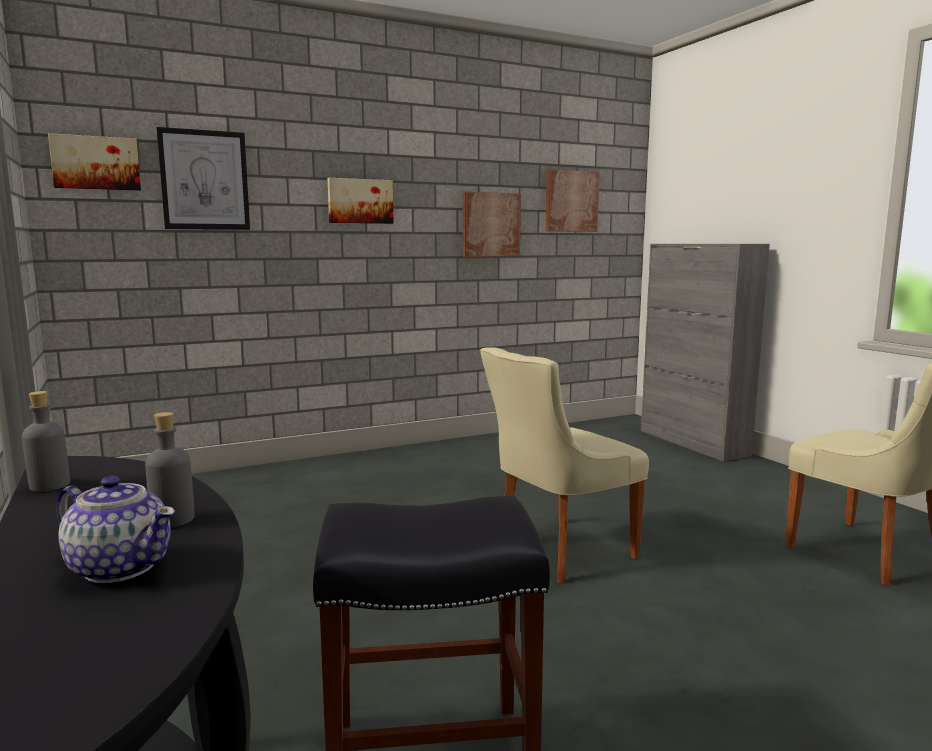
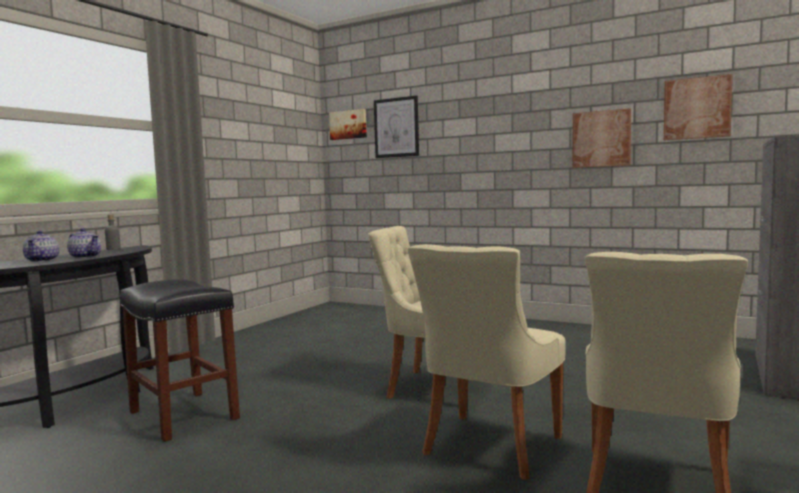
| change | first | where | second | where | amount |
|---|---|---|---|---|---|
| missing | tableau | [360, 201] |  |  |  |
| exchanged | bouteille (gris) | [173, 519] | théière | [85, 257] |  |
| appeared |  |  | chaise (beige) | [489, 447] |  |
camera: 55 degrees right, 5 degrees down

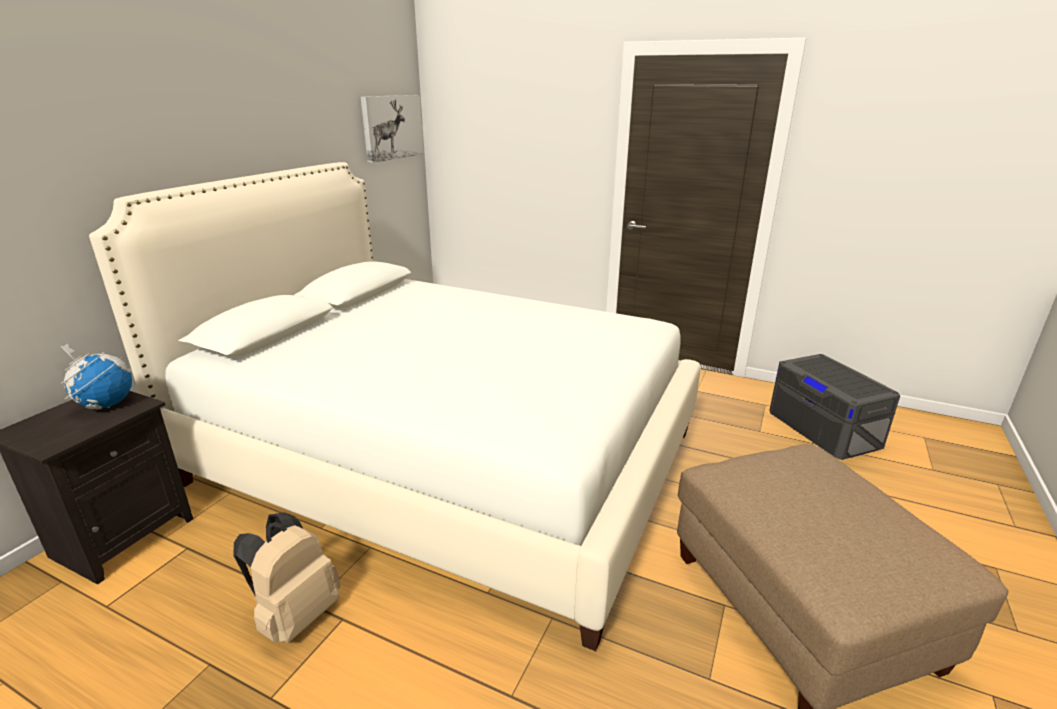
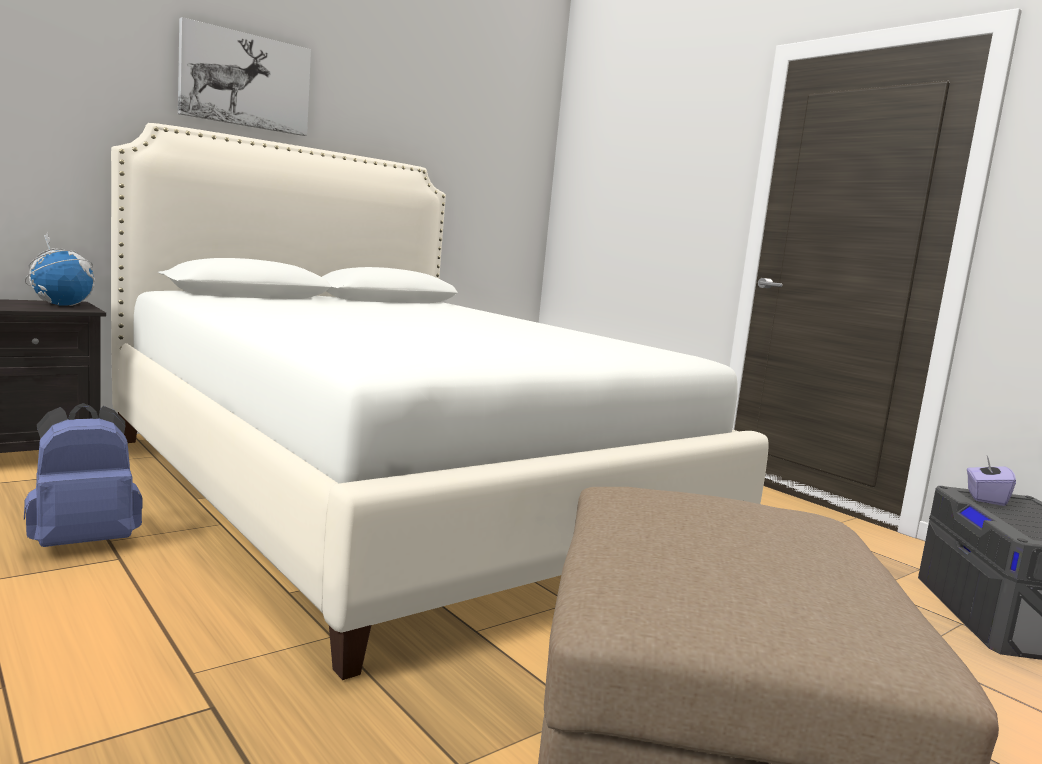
| change | first | where | second | where | amount |
|---|---|---|---|---|---|
| relocated | tableau | [392, 127] |  | [245, 80] |  |
| colour | sac à dos (beige) | [296, 615] | sac à dos (bleu) | [84, 542] |  |
| appeared |  |  | boîte à mouchoirs (violet) | [985, 498] |  |
camera: 25 degrees right, 15 degrees down

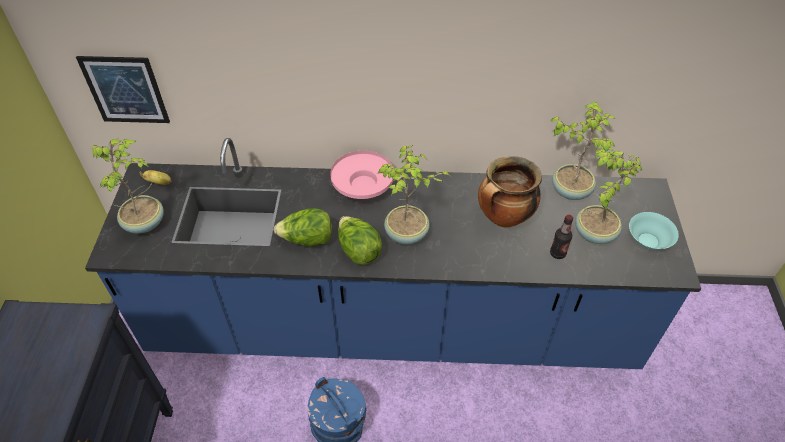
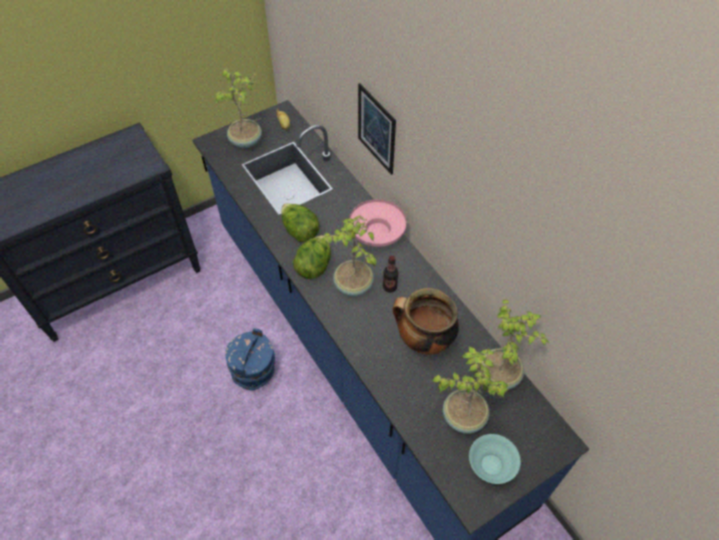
| change | first | where | second | where | amount |
|---|---|---|---|---|---|
| relocated | tableau | [125, 90] |  | [376, 129] |  |
| relocated | bouteille | [557, 253] |  | [389, 287] |  |
camera: 55 degrees right, 5 degrees up

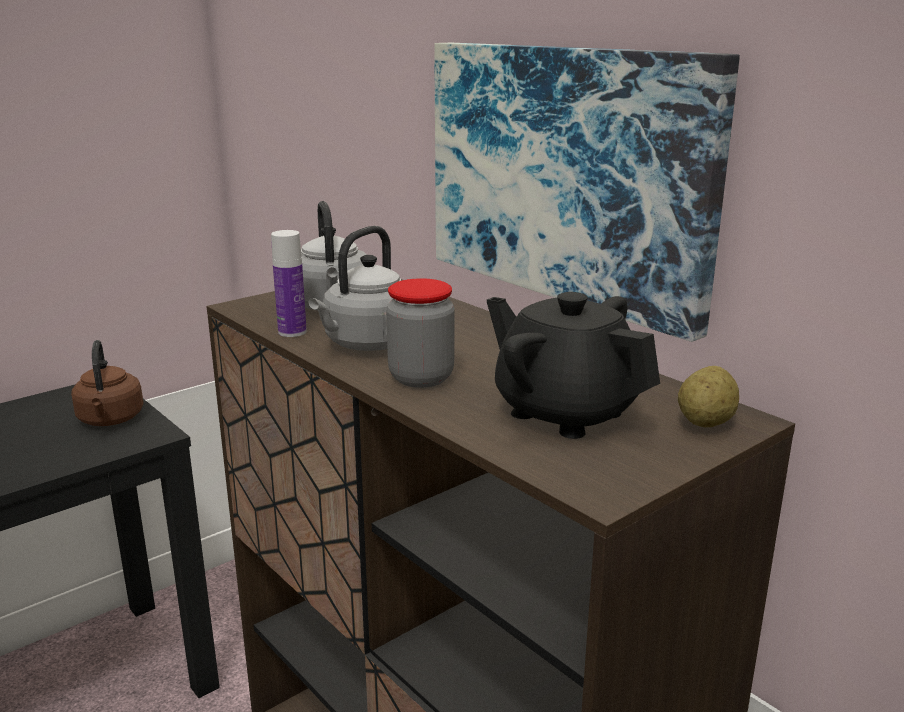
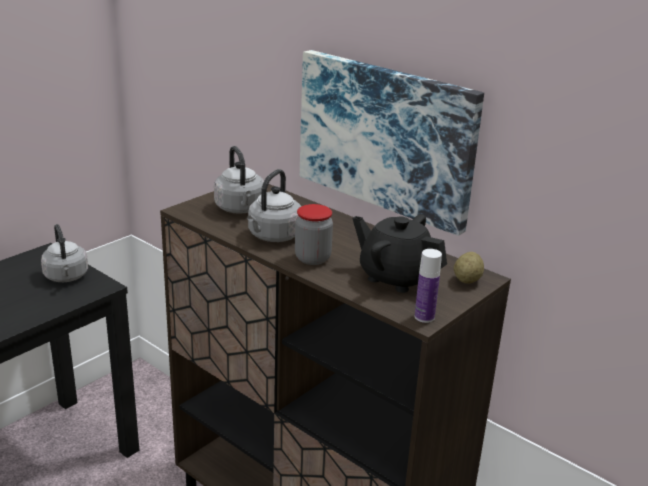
| change | first | where | second | where | amount |
|---|---|---|---|---|---|
| relocated | bouteille | [292, 332] |  | [424, 317] |  |
| colour | bouilloire (marron) | [110, 420] | bouilloire (gris) | [66, 277] |  |
camera: 10 degrees left, 5 degrees up

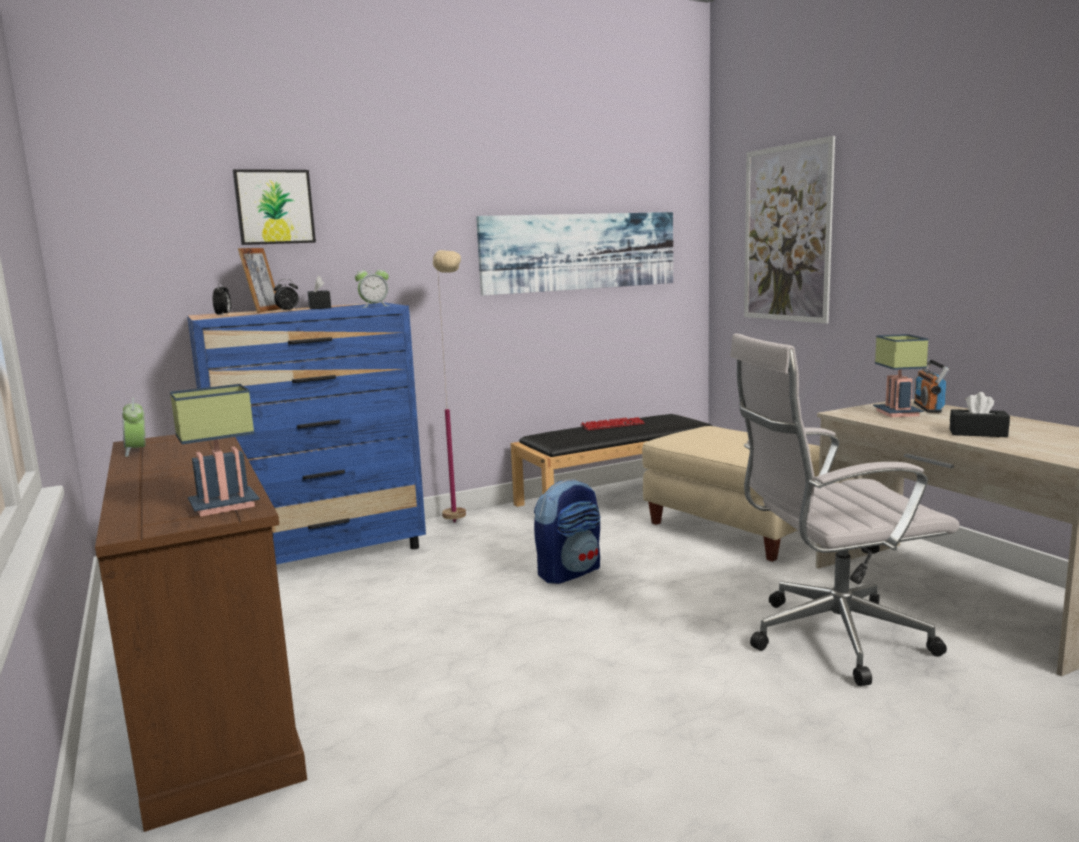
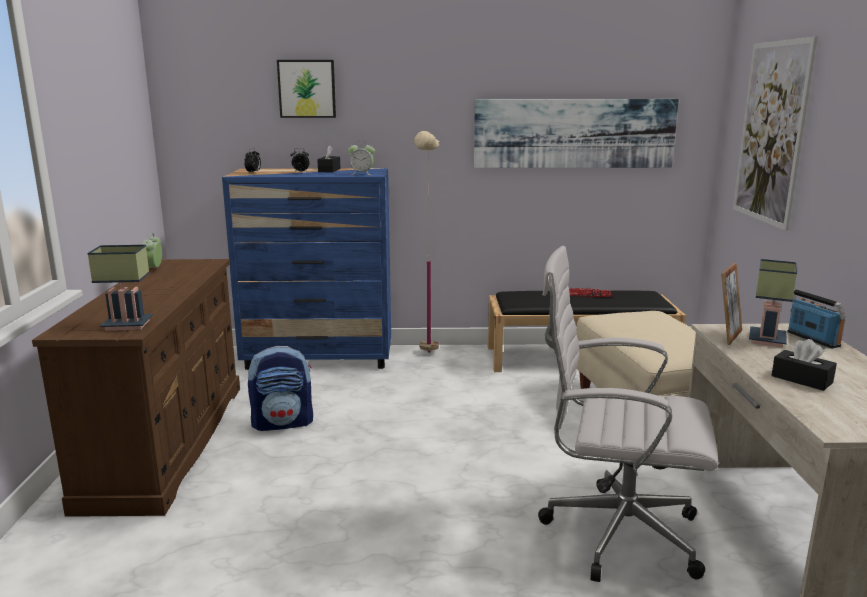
| change | first | where | second | where | amount |
|---|---|---|---|---|---|
| relocated | cadre photo | [264, 311] |  | [727, 336] |  |
| spun | radio | [928, 407] |  | [812, 339] | 120 degrees clockwise |
| relocated | sac à dos | [569, 572] |  | [283, 423] |  |
camera: 25 degrees right, 5 degrees up

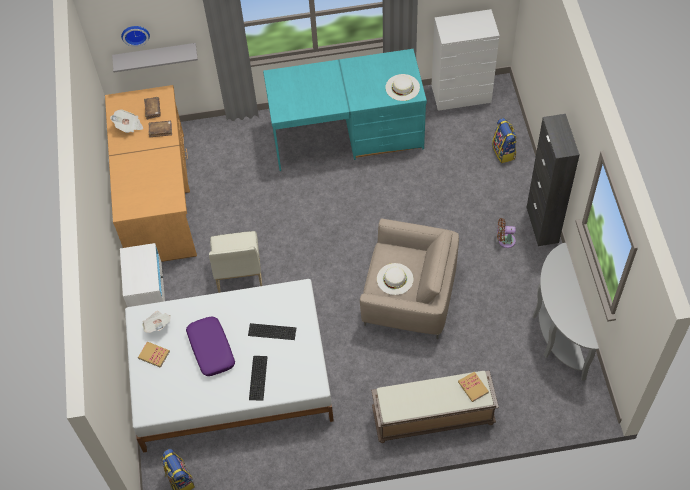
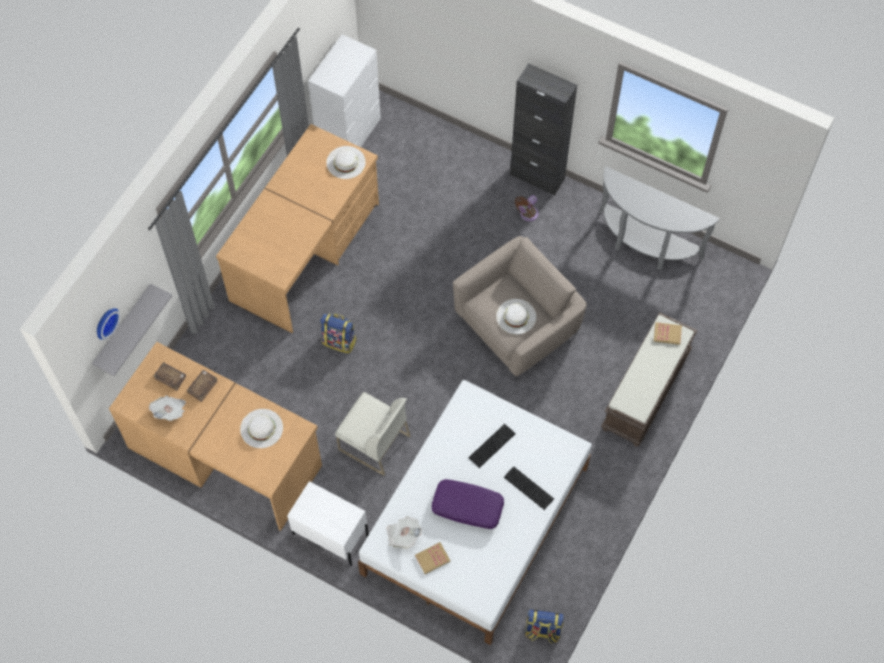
| change | first | where | second | where | amount |
|---|---|---|---|---|---|
| colour | bureau (turquoise) | [347, 136] | bureau (marron) | [306, 252] |  |
| relocated | sac à dos | [504, 152] |  | [340, 341] |  |
| appeared |  |  | chapeau (blanc) | [261, 428] |  |
camera: 55 degrees left, 5 degrees up

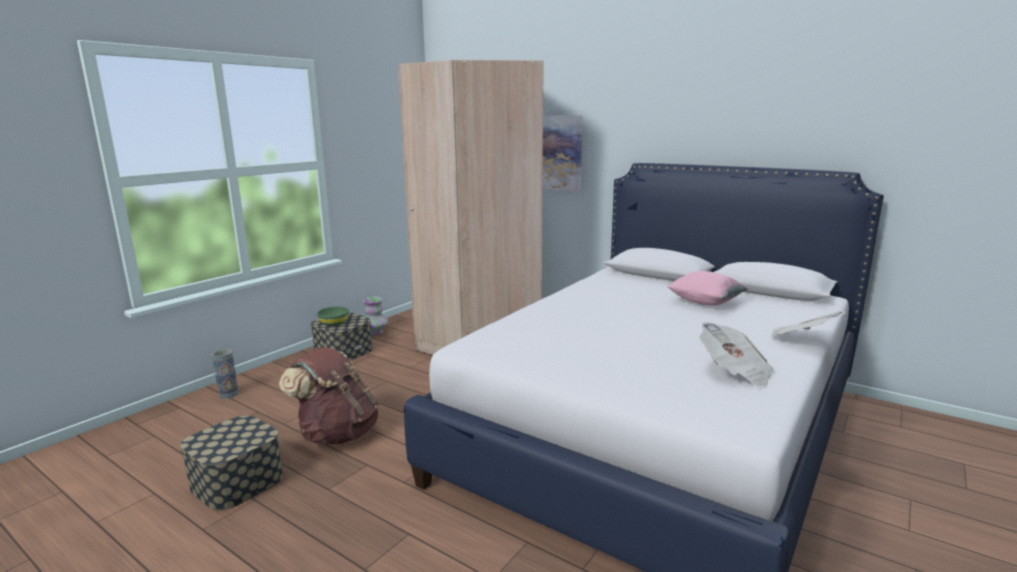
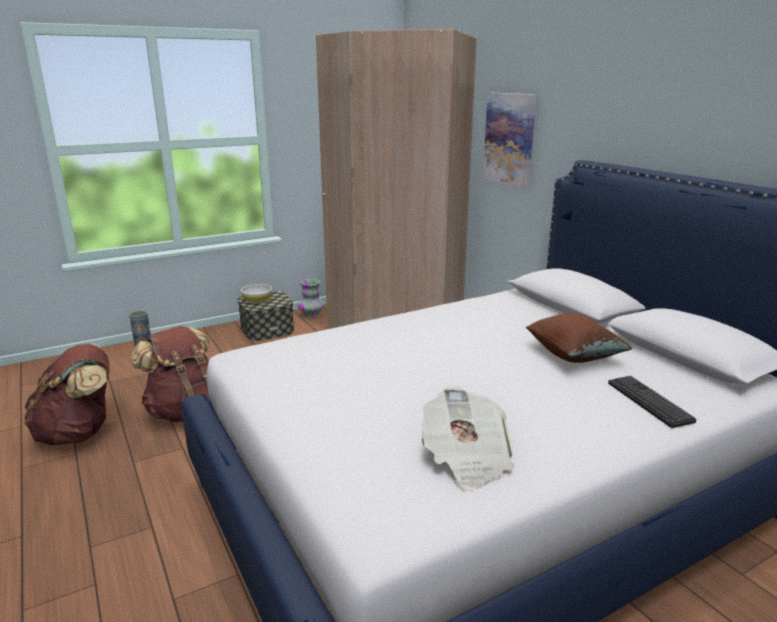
| change | first | where | second | where | amount |
|---|---|---|---|---|---|
| colour | coussin (rose) | [705, 302] | coussin (marron) | [573, 356] |  |
| colour | bol (vert) | [334, 323] | bol (blanc) | [257, 301] |  |
| missing | journal | [801, 340] |  |  |  |
| exchanged | boîte de rangement | [237, 481] | sac à dos (marron) | [79, 433] |  |
| appeared |  |  | clavier | [649, 401] |  |
camera: 25 degrees right, 5 degrees up

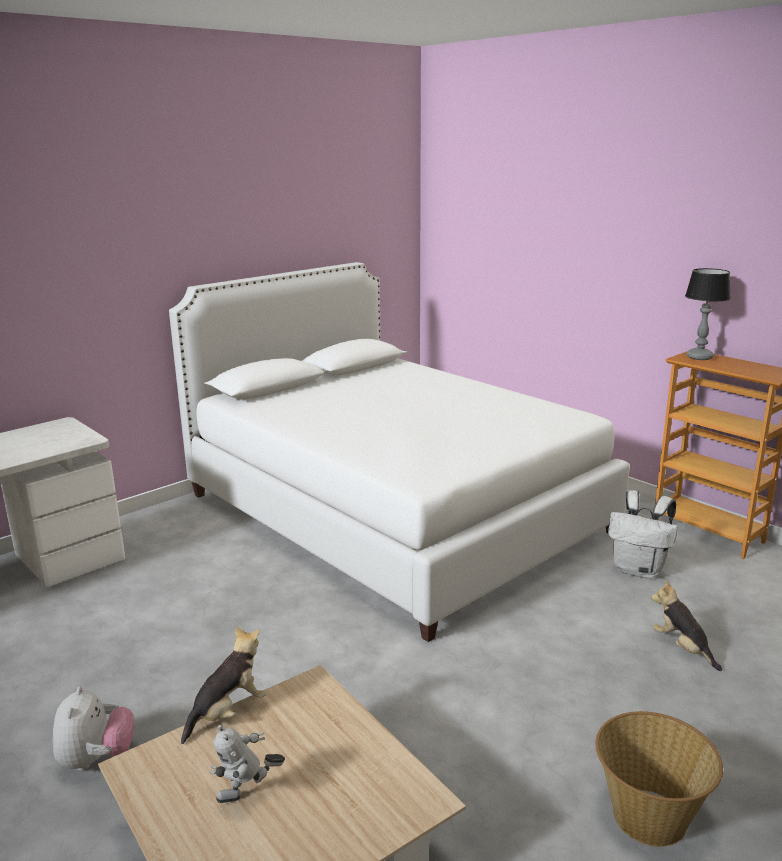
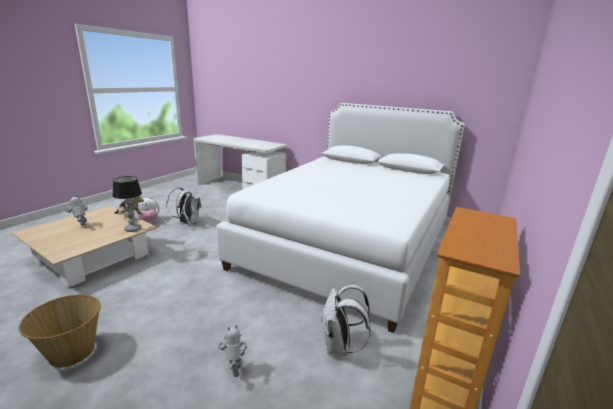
| change | first | where | second | where | amount |
|---|---|---|---|---|---|
| relocated | lampe de table | [699, 357] |  | [133, 229] |  |
| exchanged | peluche | [682, 648] | robot jouet | [234, 371] |  |
| appeared |  |  | sac à dos (blanc) | [187, 223] |  |
camera: 70 degrees right, 0 degrees up

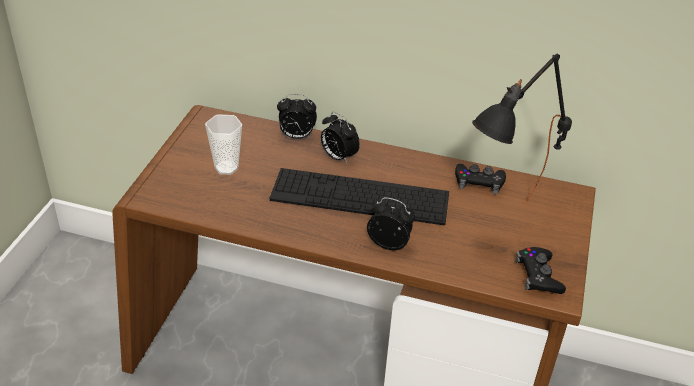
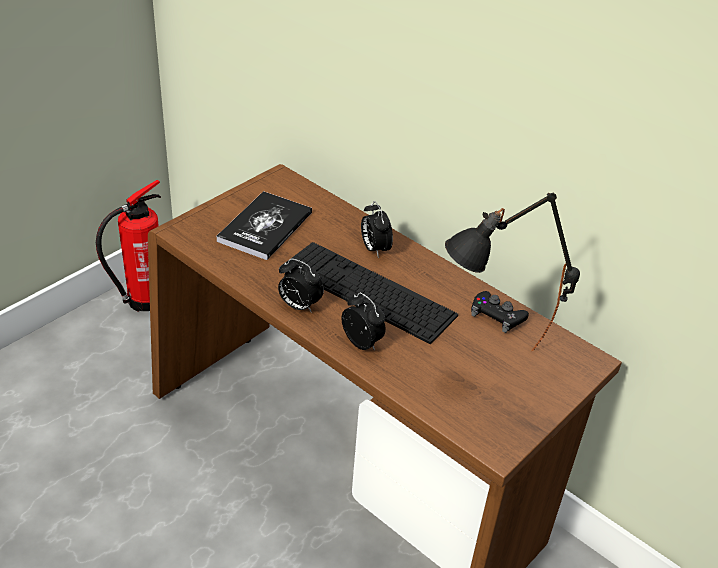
| change | first | where | second | where | amount |
|---|---|---|---|---|---|
| relocated | réveil | [296, 136] |  | [299, 306] |  |
| exchanged | tasse | [226, 168] | livre | [265, 227] |  |
| missing | manette (noir) | [538, 275] |  |  |  |
| appeared |  |  | extincteur | [143, 301] |  |
camera: 25 degrees right, 0 degrees up

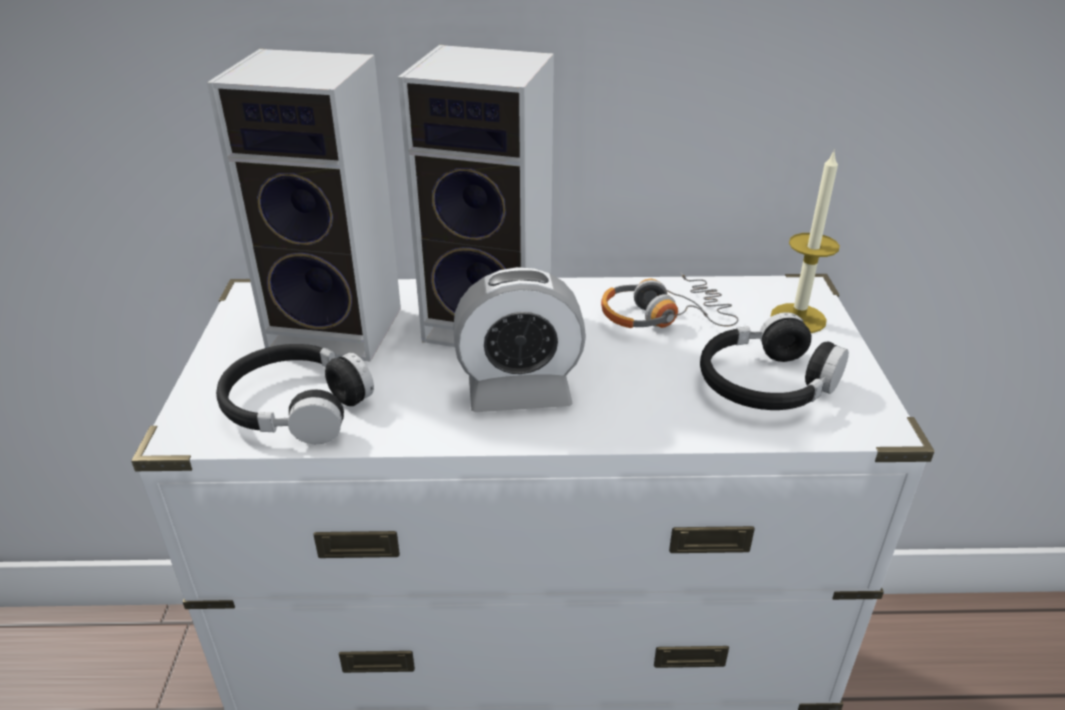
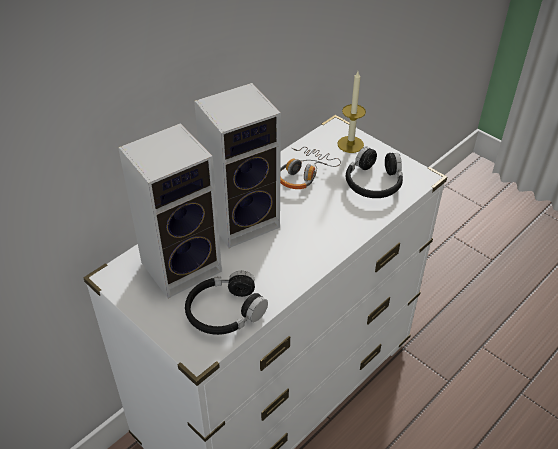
| change | first | where | second | where | amount |
|---|---|---|---|---|---|
| missing | réveil | [519, 394] |  |  |  |
camera: 45 degrees left, 10 degrees up

